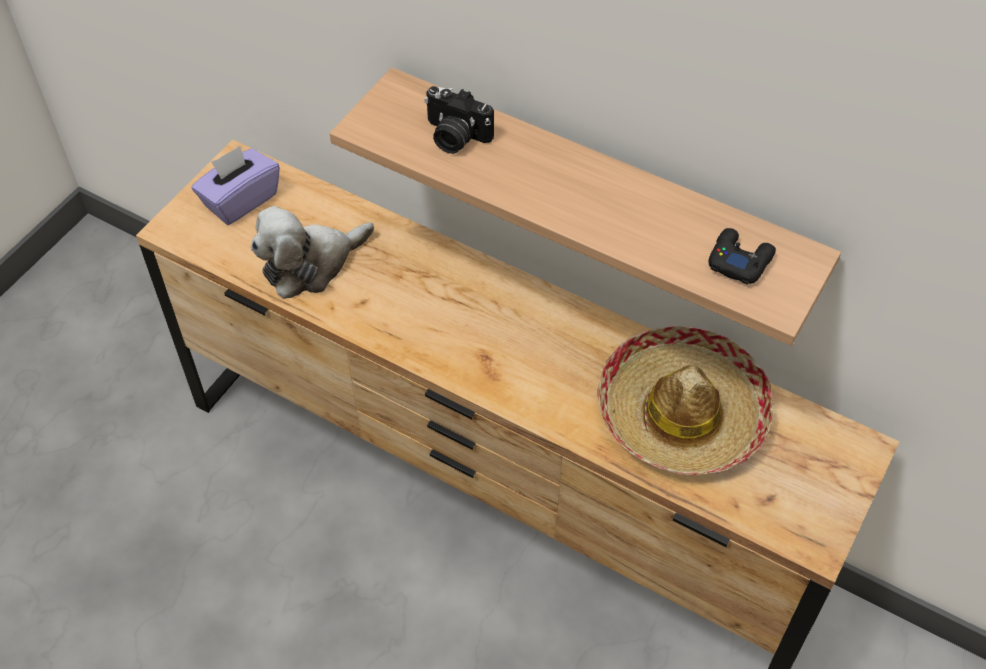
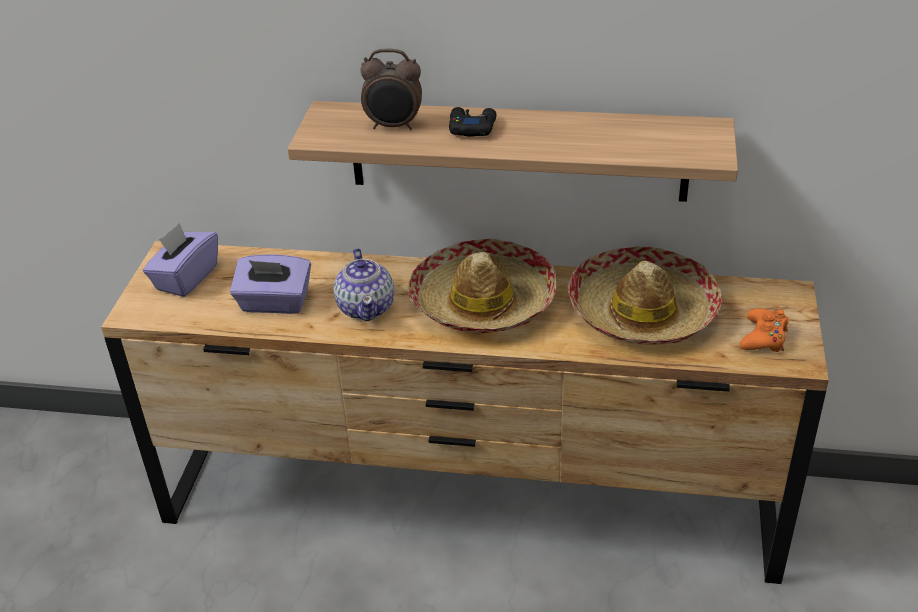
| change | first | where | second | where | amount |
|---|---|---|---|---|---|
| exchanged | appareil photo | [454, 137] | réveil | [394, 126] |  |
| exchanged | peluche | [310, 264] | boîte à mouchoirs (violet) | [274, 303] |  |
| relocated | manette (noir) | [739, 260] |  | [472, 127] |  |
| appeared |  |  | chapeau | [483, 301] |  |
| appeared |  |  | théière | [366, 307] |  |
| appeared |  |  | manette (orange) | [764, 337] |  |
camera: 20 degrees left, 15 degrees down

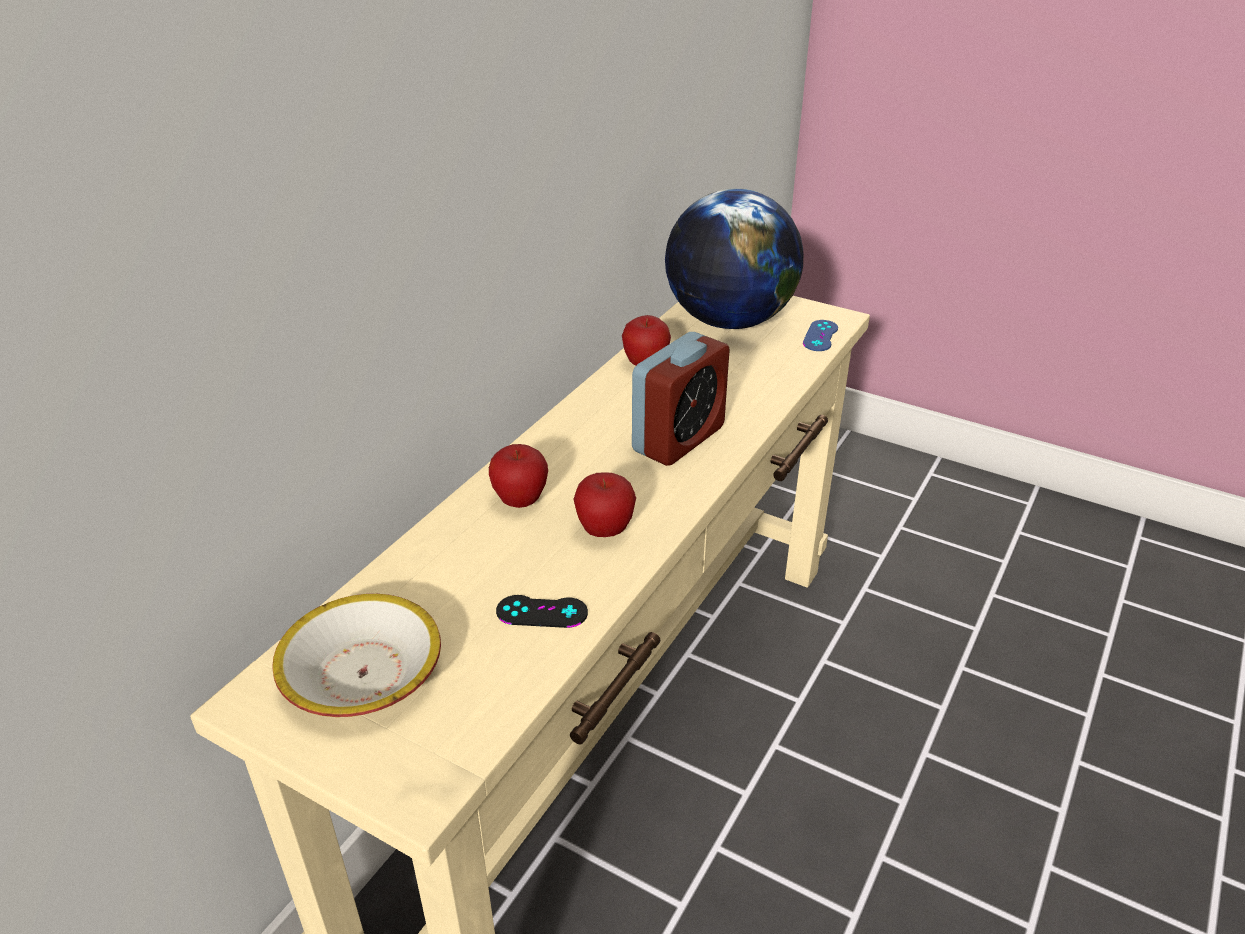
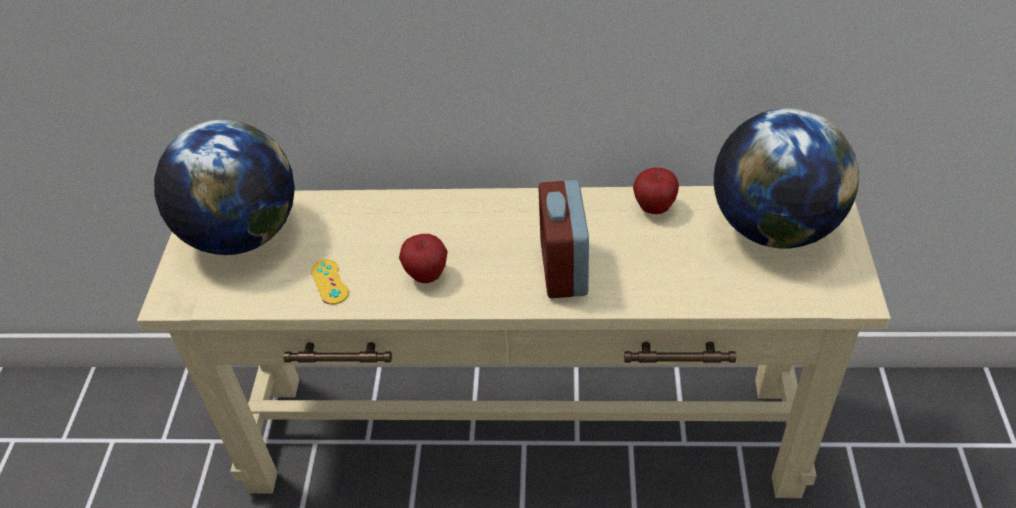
| change | first | where | second | where | amount |
|---|---|---|---|---|---|
| missing | manette (bleu) | [820, 336] |  |  |  |
| spun | réveil | [678, 439] |  | [563, 268] | 75 degrees clockwise |
| missing | pomme | [520, 501] |  |  |  |
| exchanged | bol | [363, 675] | globe | [241, 235] |  |
| colour | manette (noir) | [542, 612] | manette (jaune) | [330, 282] |  |
camera: 65 degrees right, 10 degrees up

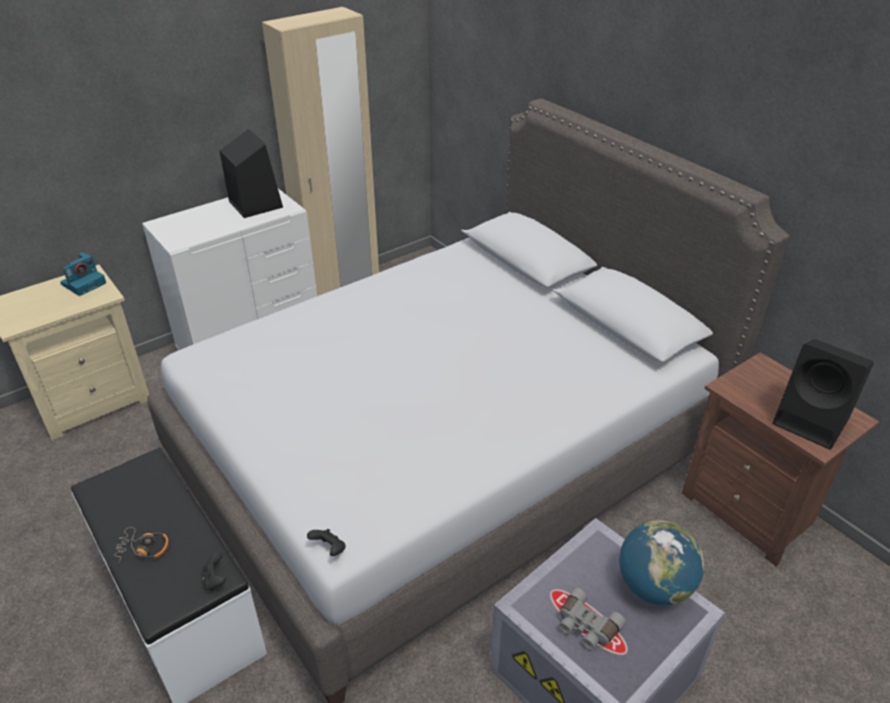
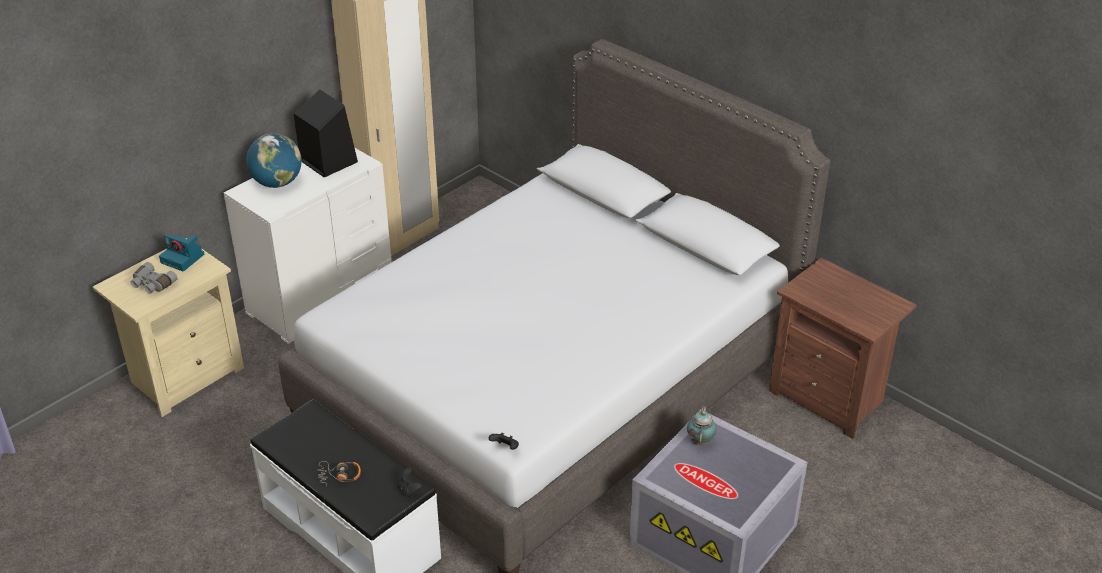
| change | first | where | second | where | amount |
|---|---|---|---|---|---|
| spun | appareil photo | [84, 283] |  | [183, 258] | 90 degrees clockwise |
| missing | enceinte (noir) | [813, 422] |  |  |  |
| relocated | globe | [653, 586] |  | [277, 183] |  |
| relocated | jumelles (gris) | [586, 627] |  | [152, 284] |  |
| appeared |  |  | théière | [700, 440] |  |
camera: 10 degrees left, 0 degrees up

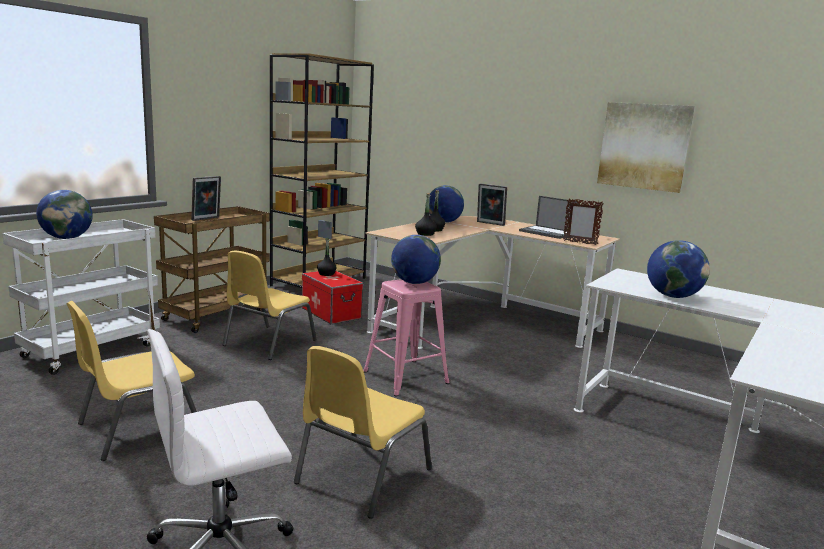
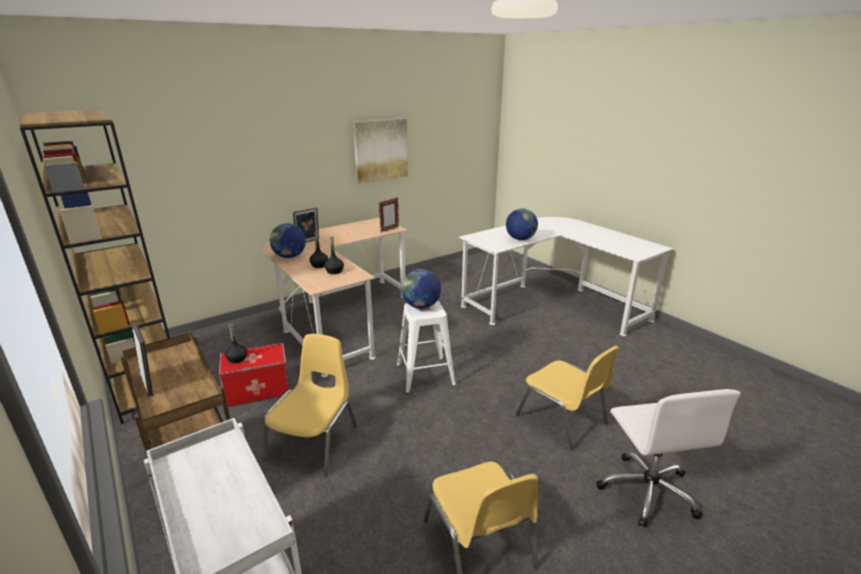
| change | first | where | second | where | amount |
|---|---|---|---|---|---|
| missing | globe | [67, 238] |  |  |  |
| missing | ordinateur portable | [548, 232] |  |  |  |
| spun | chaise (jaune) | [268, 343] |  | [314, 442] | 120 degrees counterclockwise |
| colour | tabouret (rose) | [404, 377] | tabouret (blanc) | [424, 375] |  |
camera: 70 degrees left, 10 degrees up

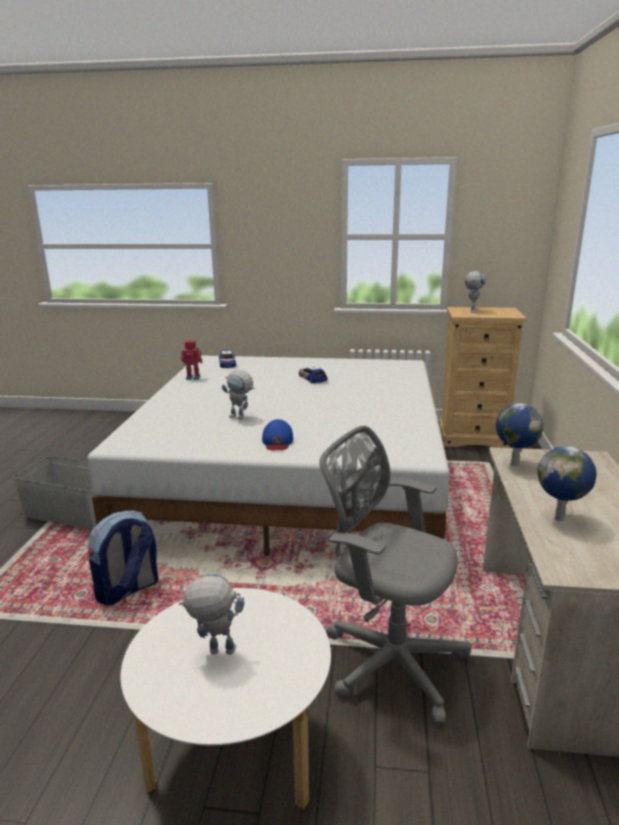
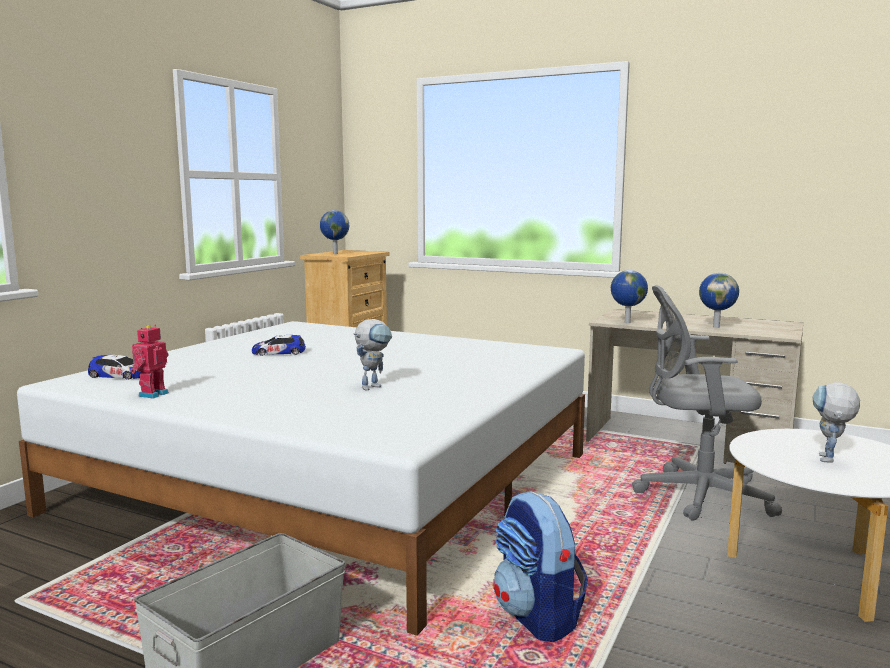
| change | first | where | second | where | amount |
|---|---|---|---|---|---|
| exchanged | robot jouet | [472, 311] | globe | [334, 253] |  |
| missing | casquette (bleu) | [277, 441] |  |  |  |
| spun | chaise de bureau (gris) | [388, 659] |  | [696, 495] | 45 degrees clockwise |
camera: 70 degrees left, 10 degrees down

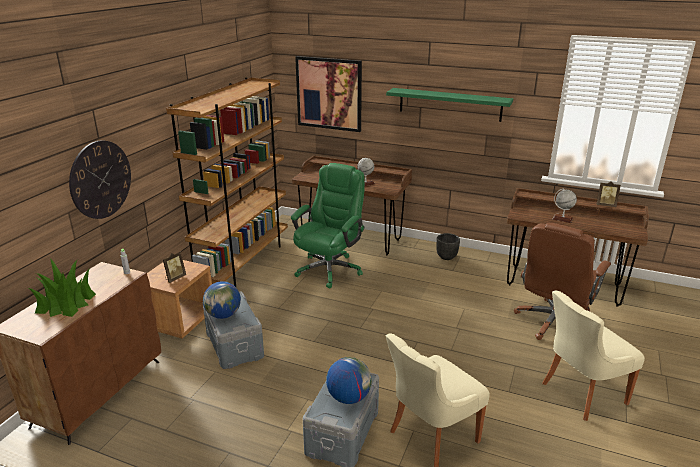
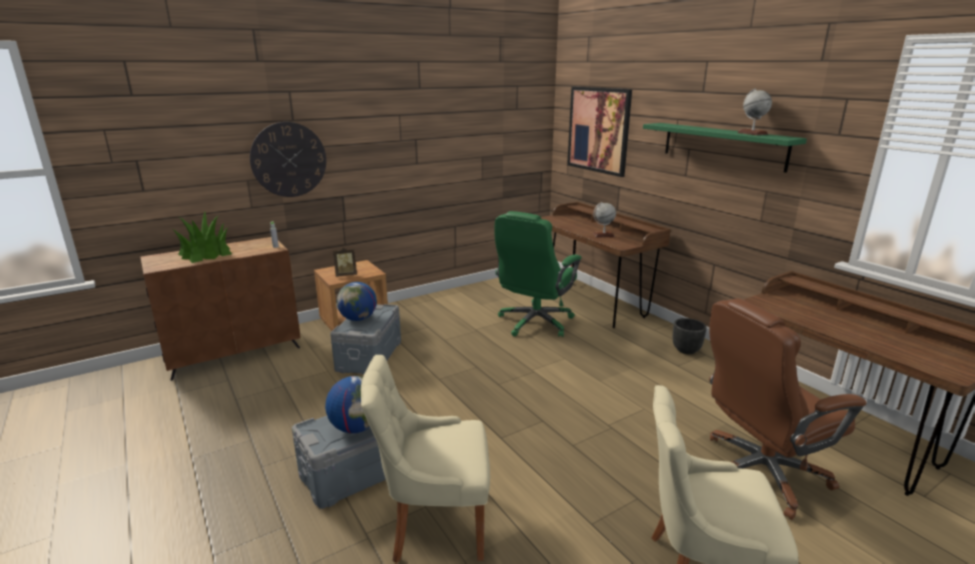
| change | first | where | second | where | amount |
|---|---|---|---|---|---|
| missing | bibliothèque (marron) | [244, 262] |  |  |  |
| spun | chaise de bureau (vert) | [330, 269] |  | [534, 323] | 150 degrees clockwise |
| missing | cadre photo | [605, 205] |  |  |  |
| relocated | globe | [562, 219] |  | [752, 133] |  |
camera: 35 degrees right, 5 degrees down

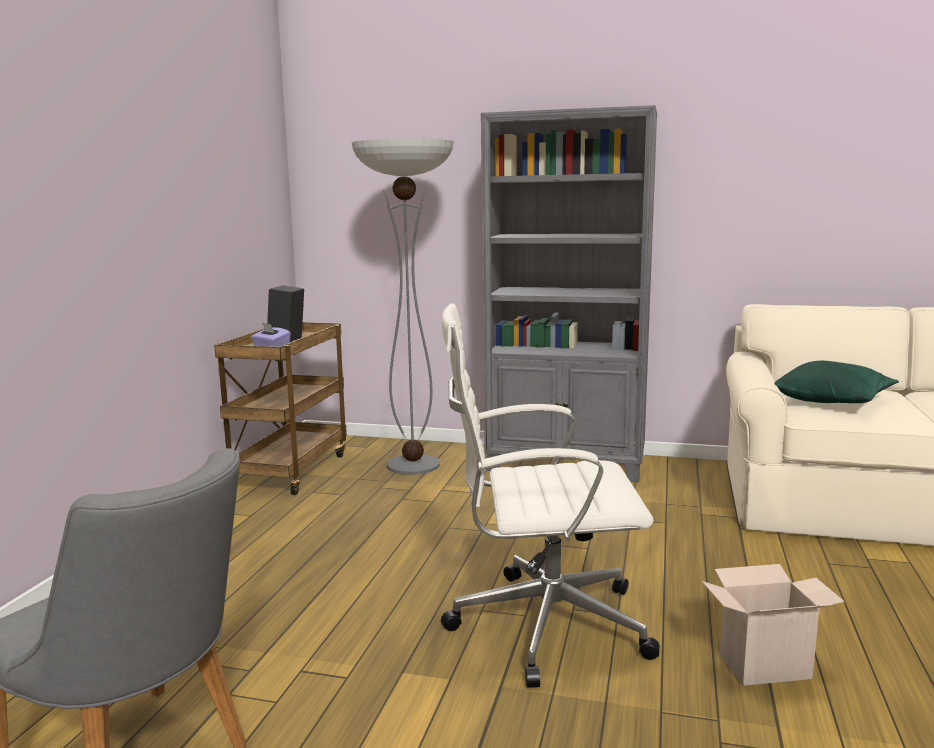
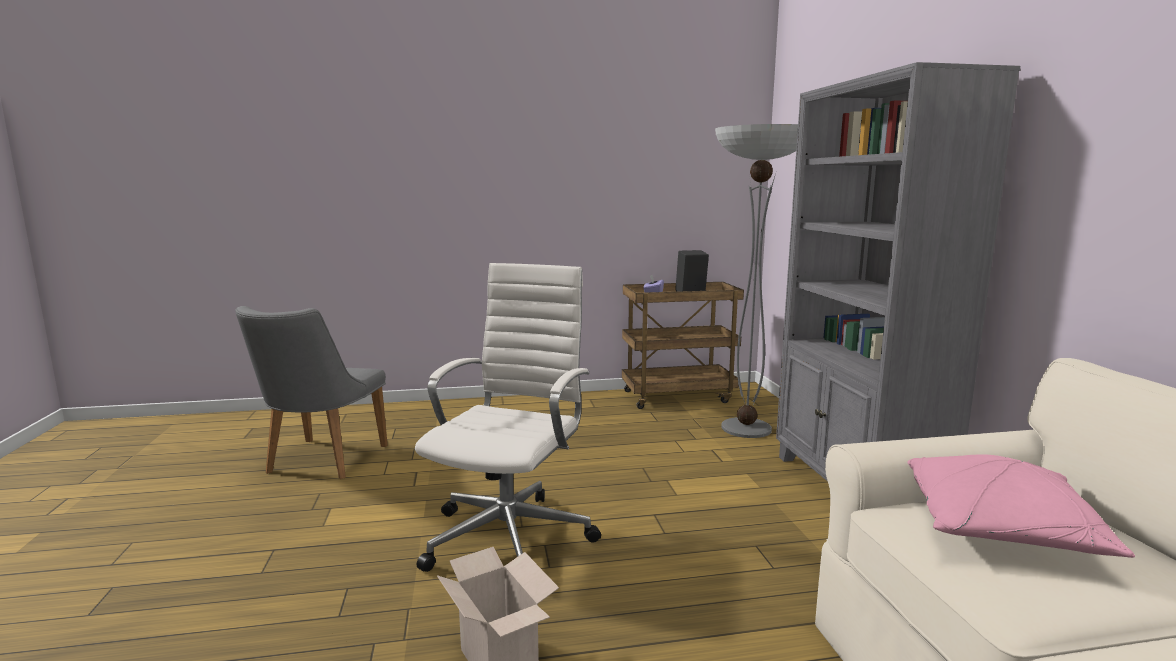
| change | first | where | second | where | amount |
|---|---|---|---|---|---|
| spun | chaise de bureau (blanc) | [543, 624] |  | [511, 536] | 45 degrees clockwise |
| colour | coussin (vert) | [833, 401] | coussin (rose) | [1000, 530] |  |
camera: 65 degrees right, 0 degrees up

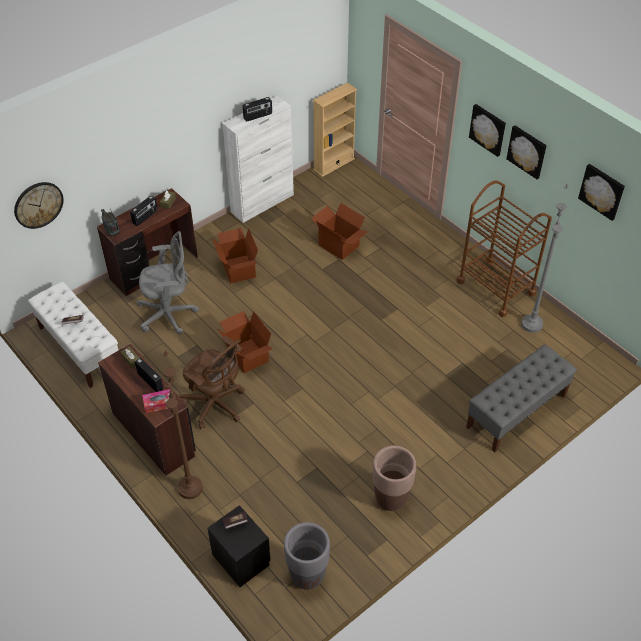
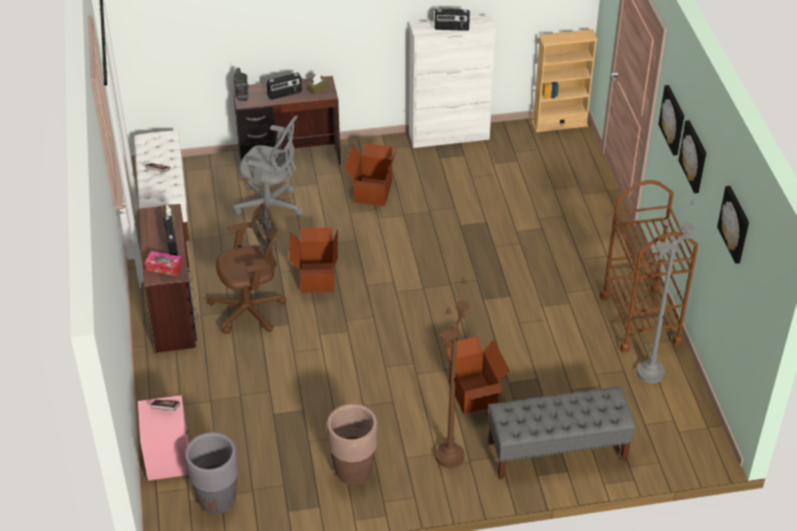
| change | first | where | second | where | amount |
|---|---|---|---|---|---|
| missing | horloge murale | [38, 204] |  |  |  |
| relocated | carton | [339, 245] |  | [474, 393] |  |
| spun | chaise de bureau (marron) | [216, 405] |  | [251, 310] | 90 degrees counterclockwise |
| relocated | lampadaire (marron) | [190, 488] |  | [449, 456] |  |
| colour | table de chevet (noir) | [242, 558] | table de chevet (rose) | [169, 457] |  |
camera: 30 degrees right, 5 degrees down

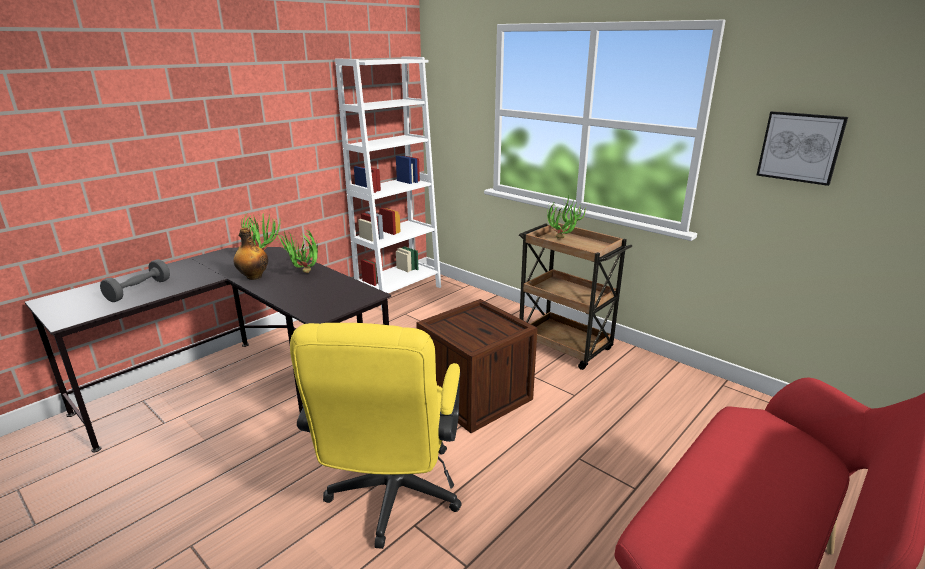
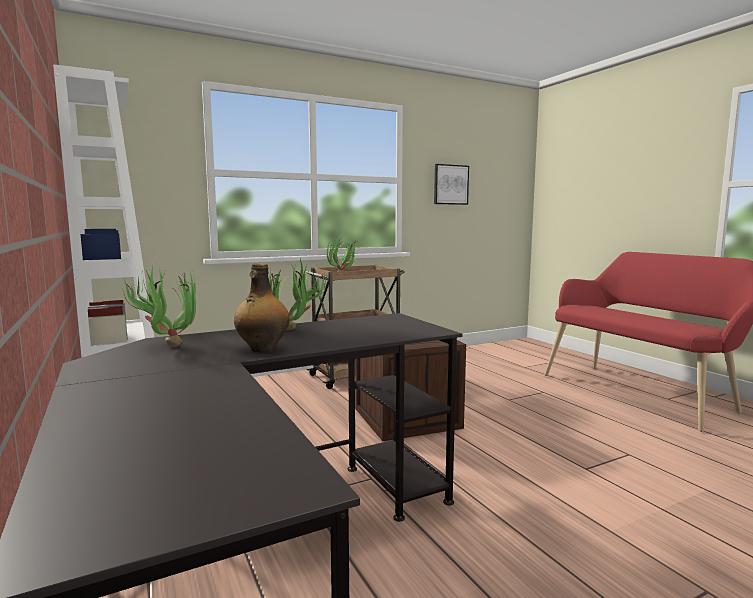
| change | first | where | second | where | amount |
|---|---|---|---|---|---|
| missing | haltère (gris) | [139, 290] |  |  |  |
| missing | chaise de bureau (jaune) | [392, 500] |  |  |  |
camera: 70 degrees left, 15 degrees down

